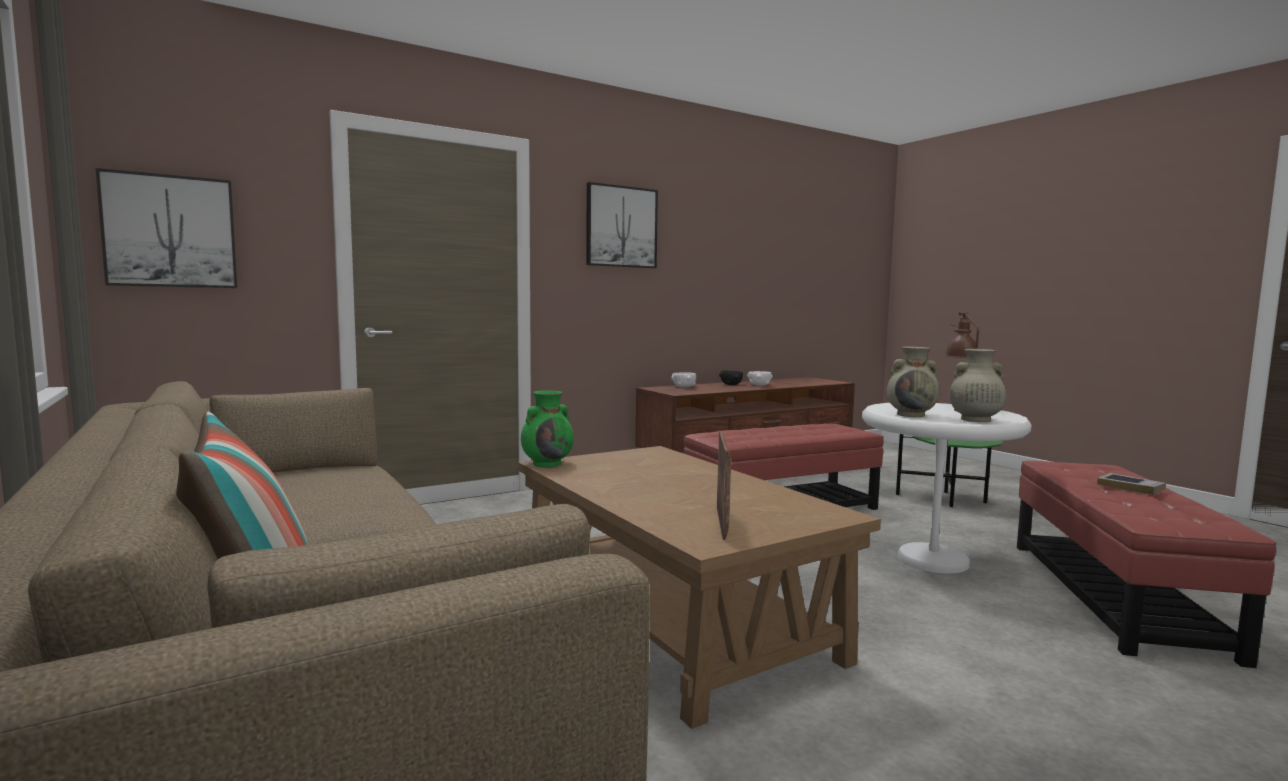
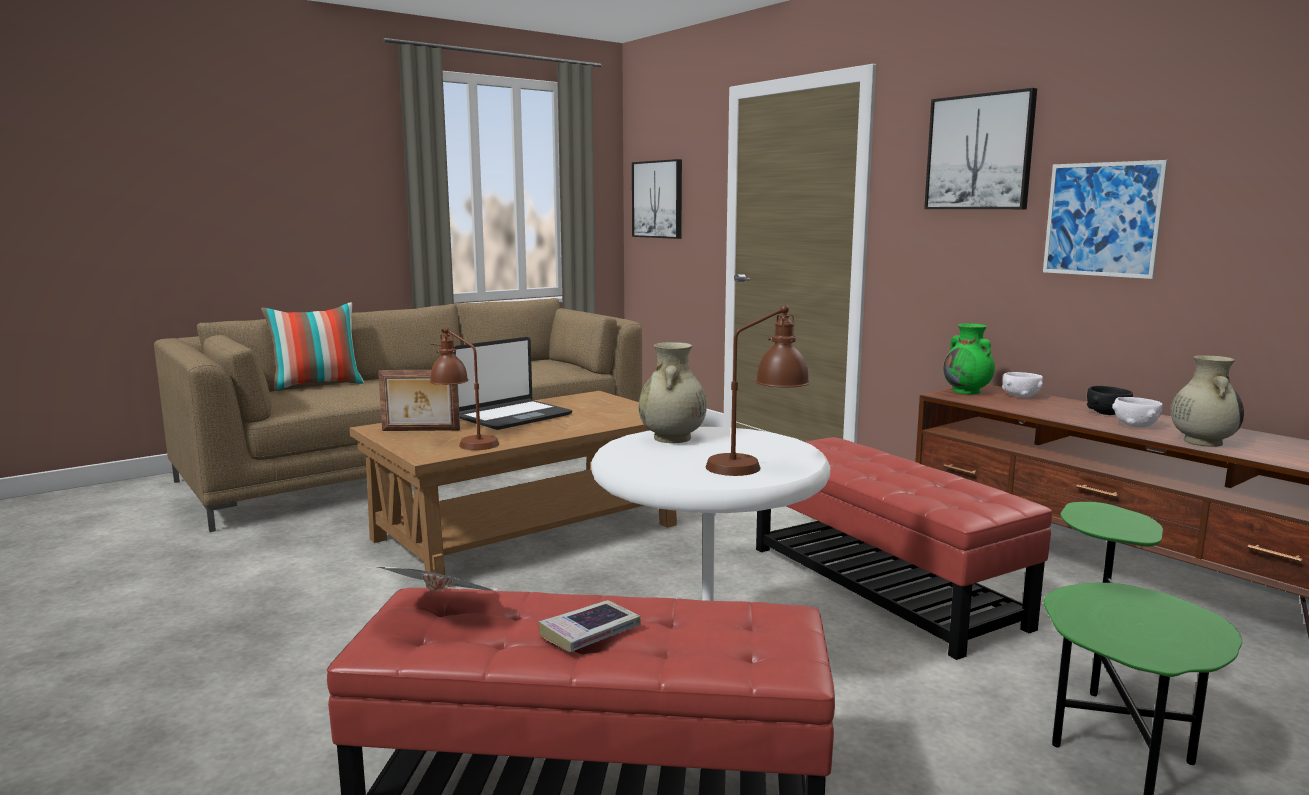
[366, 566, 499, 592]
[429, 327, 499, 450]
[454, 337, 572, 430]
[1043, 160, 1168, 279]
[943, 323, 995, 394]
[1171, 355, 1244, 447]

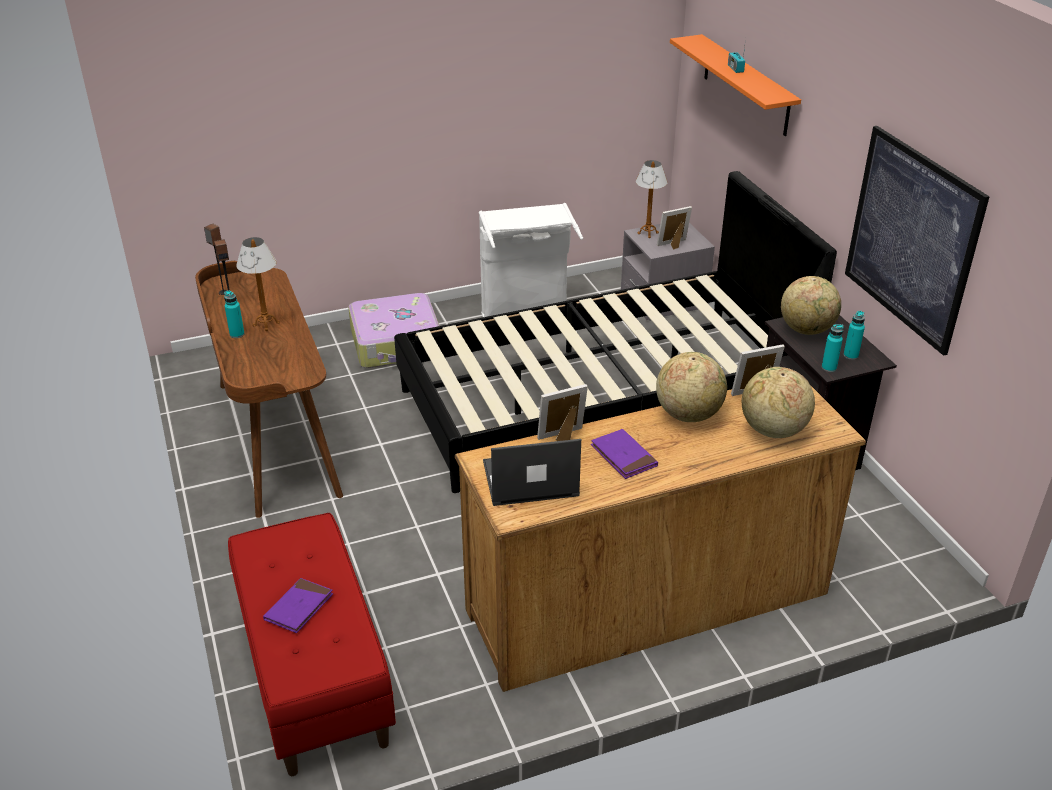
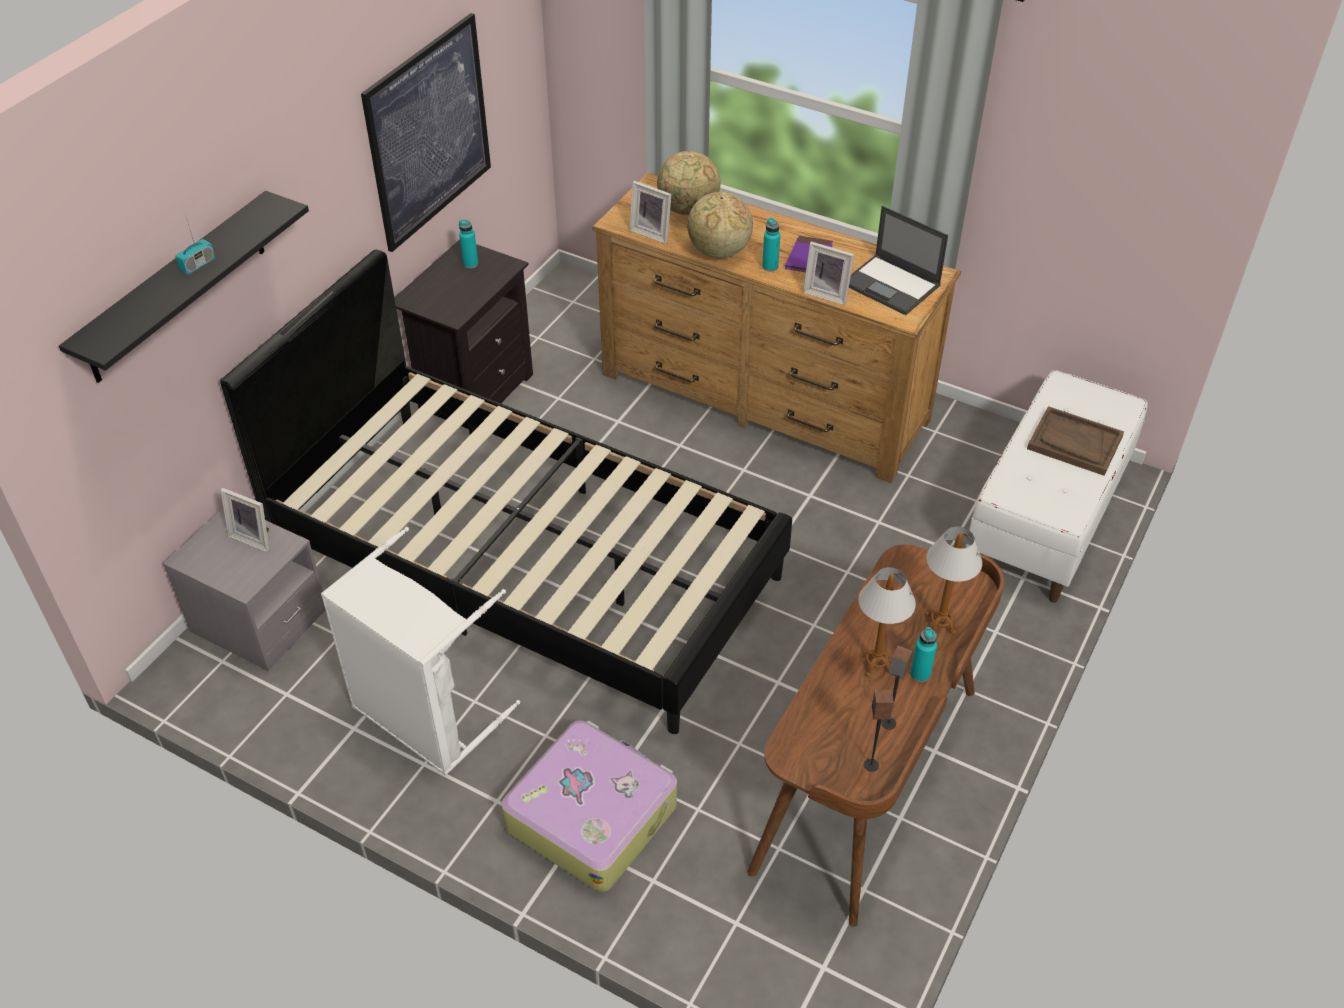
[781, 276, 841, 335] (first image)
[925, 527, 982, 635]
[762, 218, 780, 271]
[1027, 406, 1124, 476]
[966, 370, 1148, 603]
[59, 191, 309, 383]

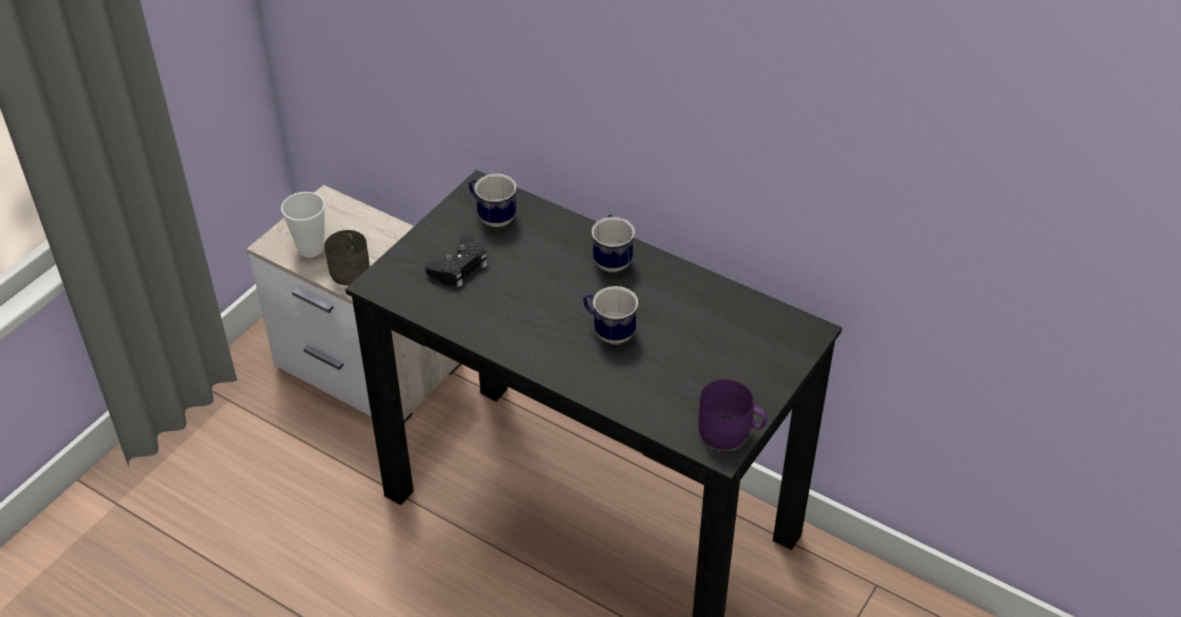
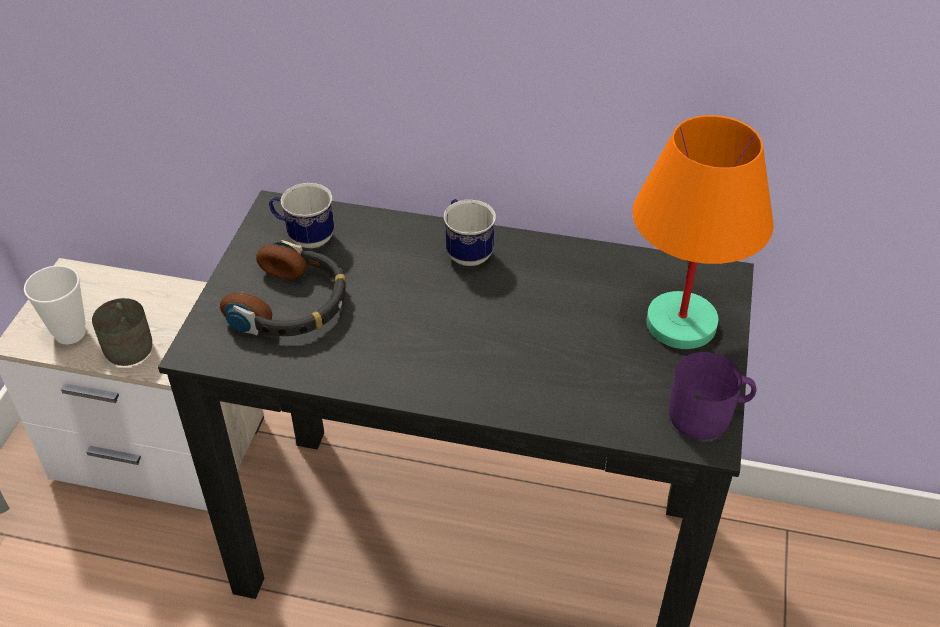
[583, 286, 638, 344] (first image)
[632, 115, 773, 349]
[220, 240, 347, 336]

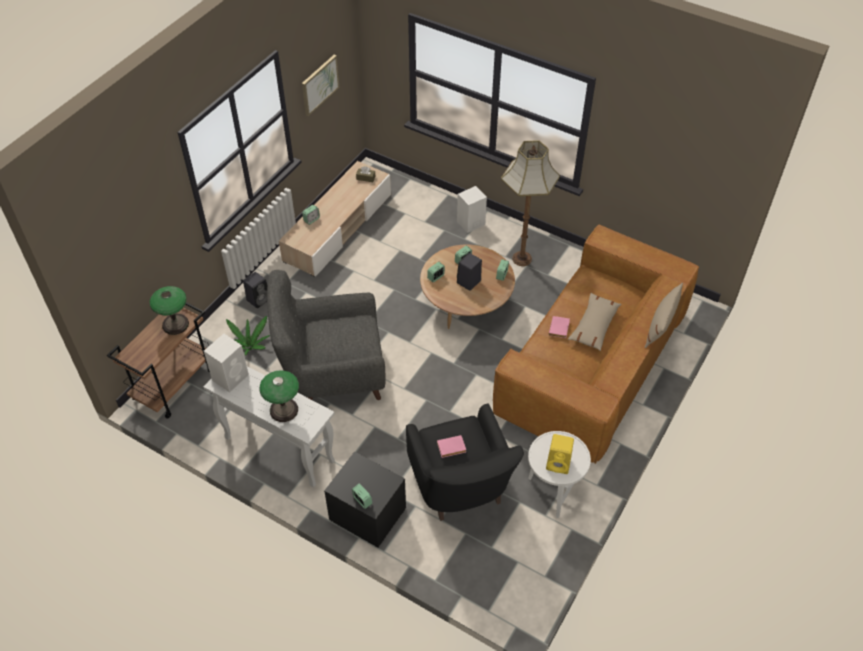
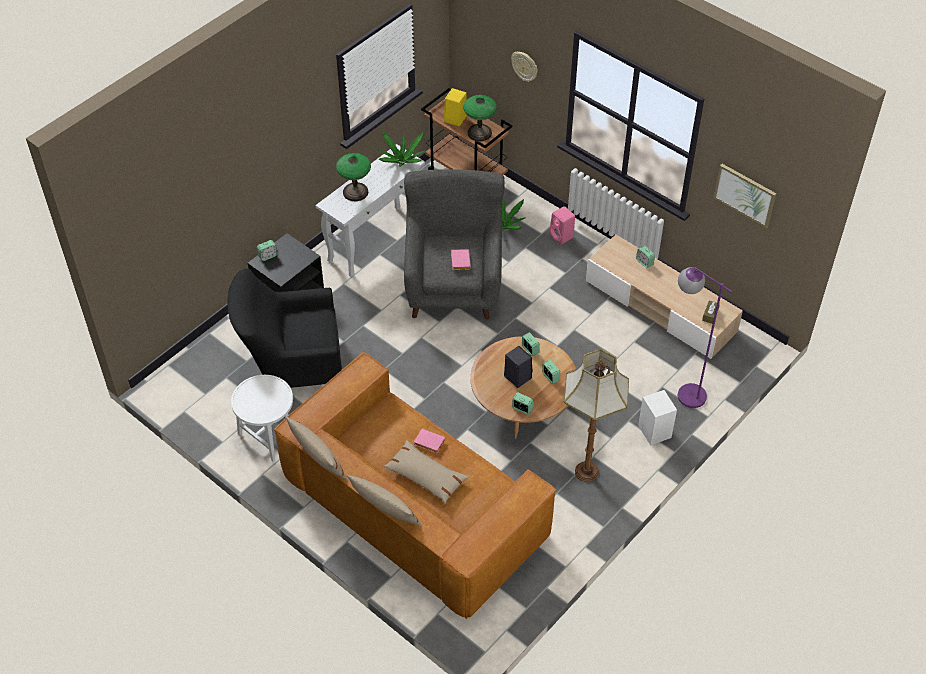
[286, 417, 348, 480]
[511, 51, 538, 82]
[678, 267, 732, 408]
[451, 249, 471, 270]
[444, 88, 467, 126]
[378, 131, 425, 167]
[549, 206, 575, 245]

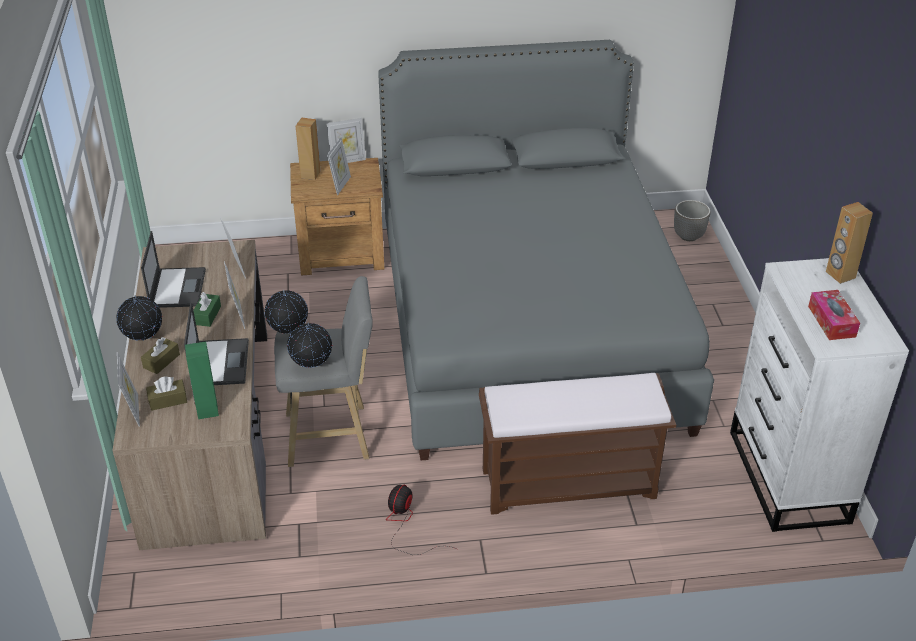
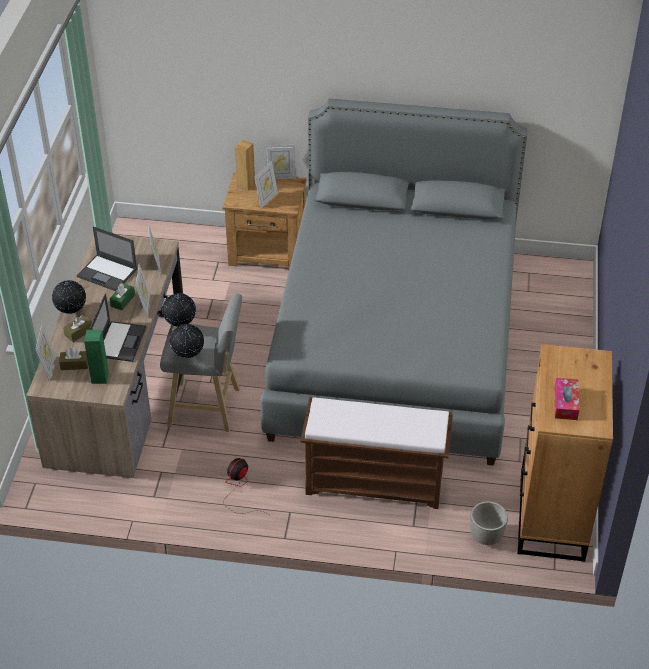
[826, 202, 873, 284] (first image)
[470, 501, 508, 545]
[517, 344, 613, 562]
[77, 226, 137, 291]

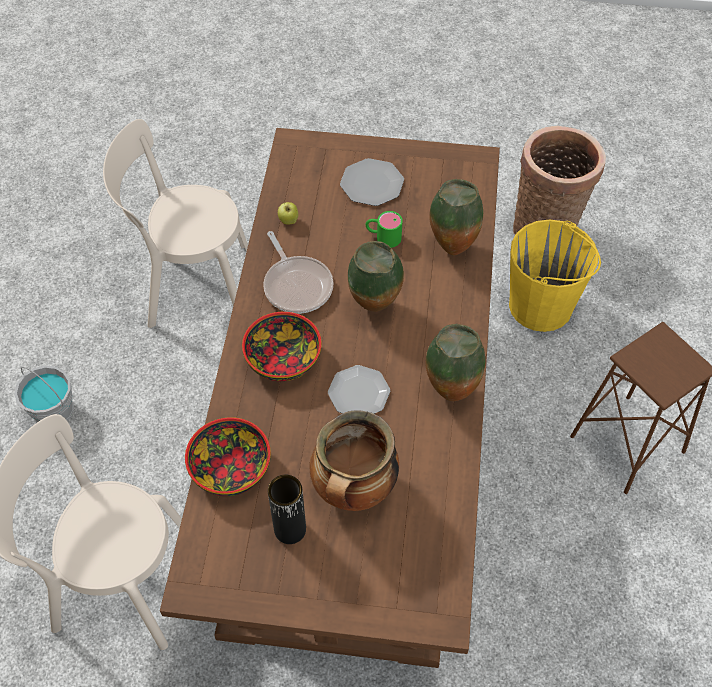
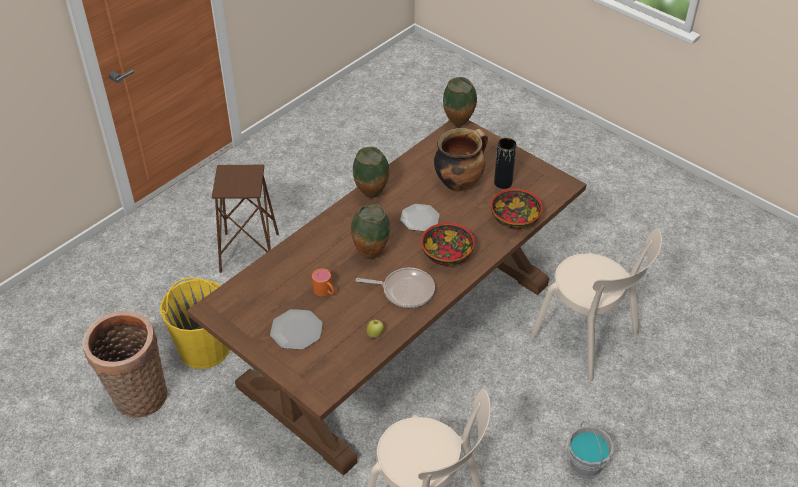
[443, 77, 477, 127]
[312, 268, 334, 296]
[356, 268, 435, 308]

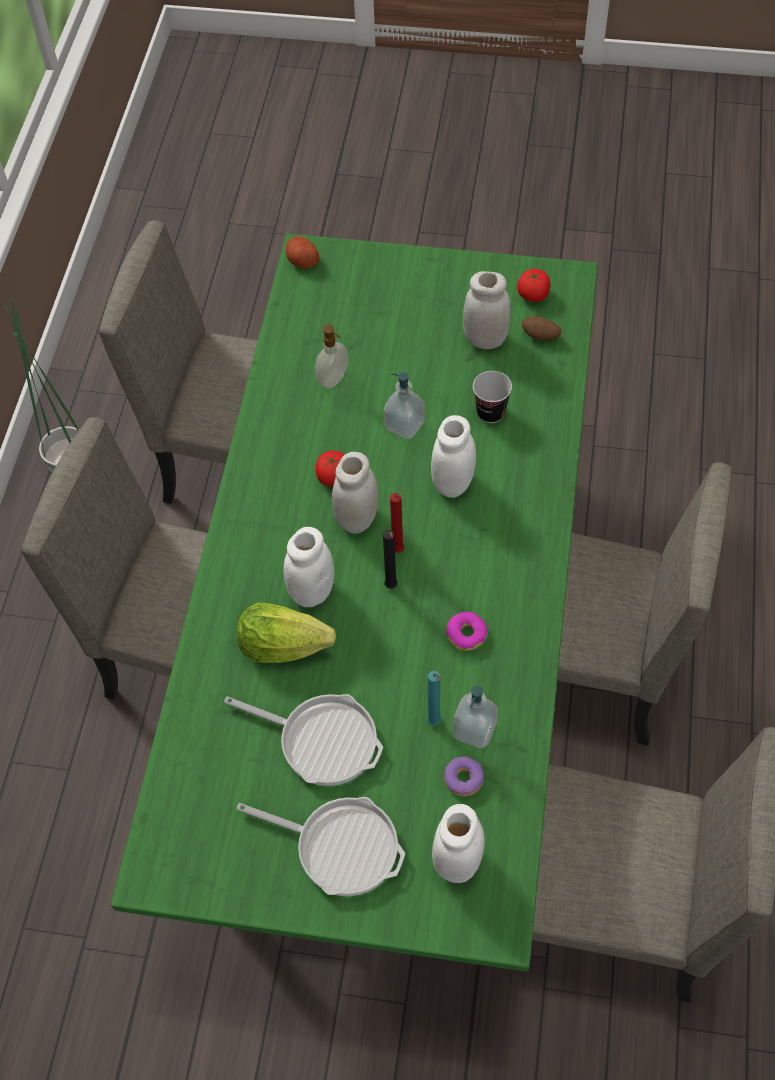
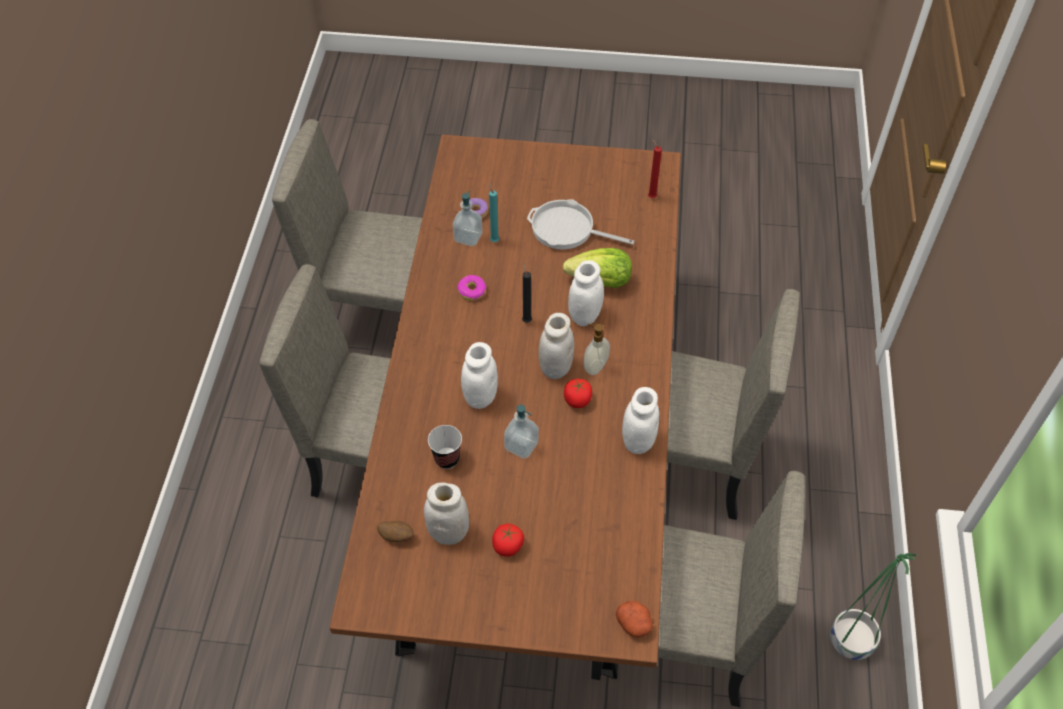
[236, 797, 405, 896] (first image)
[584, 323, 610, 375]
[648, 139, 662, 198]
[622, 387, 660, 454]
[492, 523, 524, 557]
[329, 135, 681, 679]

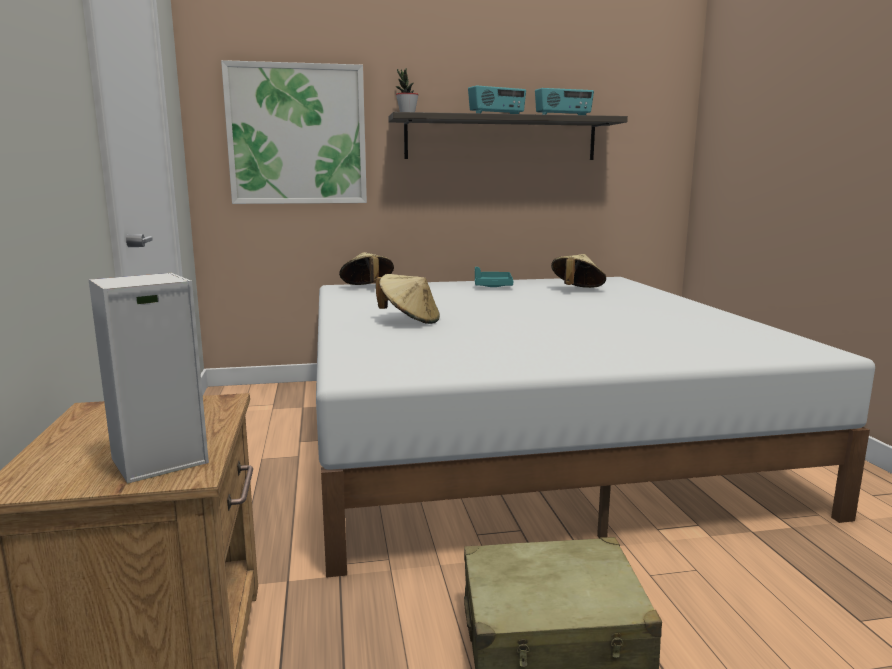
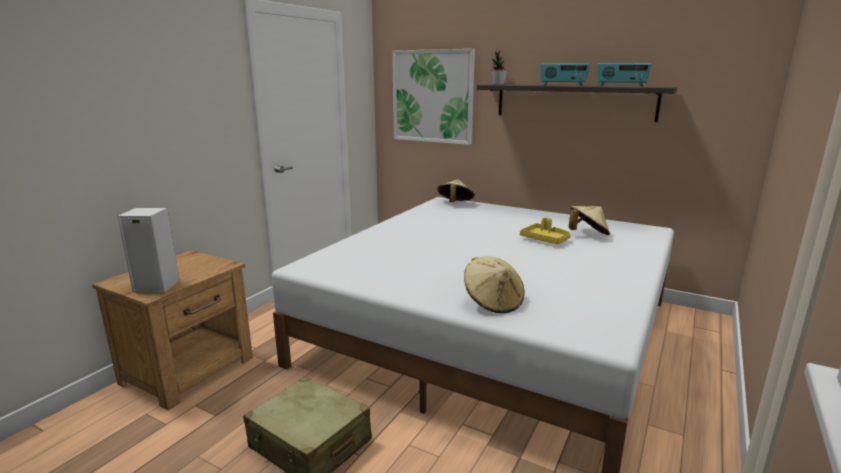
[475, 267, 513, 287] (first image)
[520, 218, 571, 244]
[464, 256, 525, 313]

